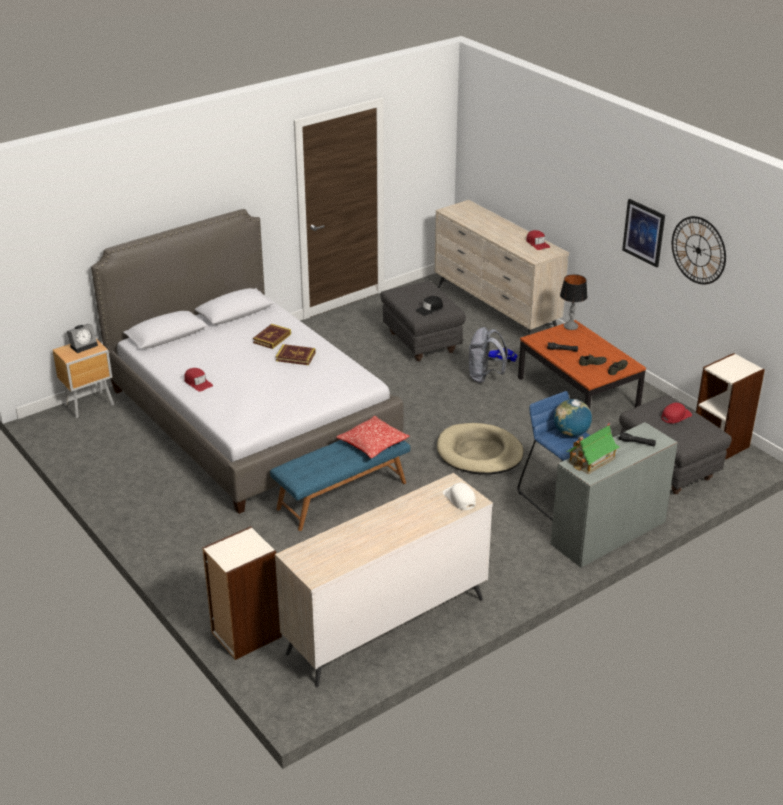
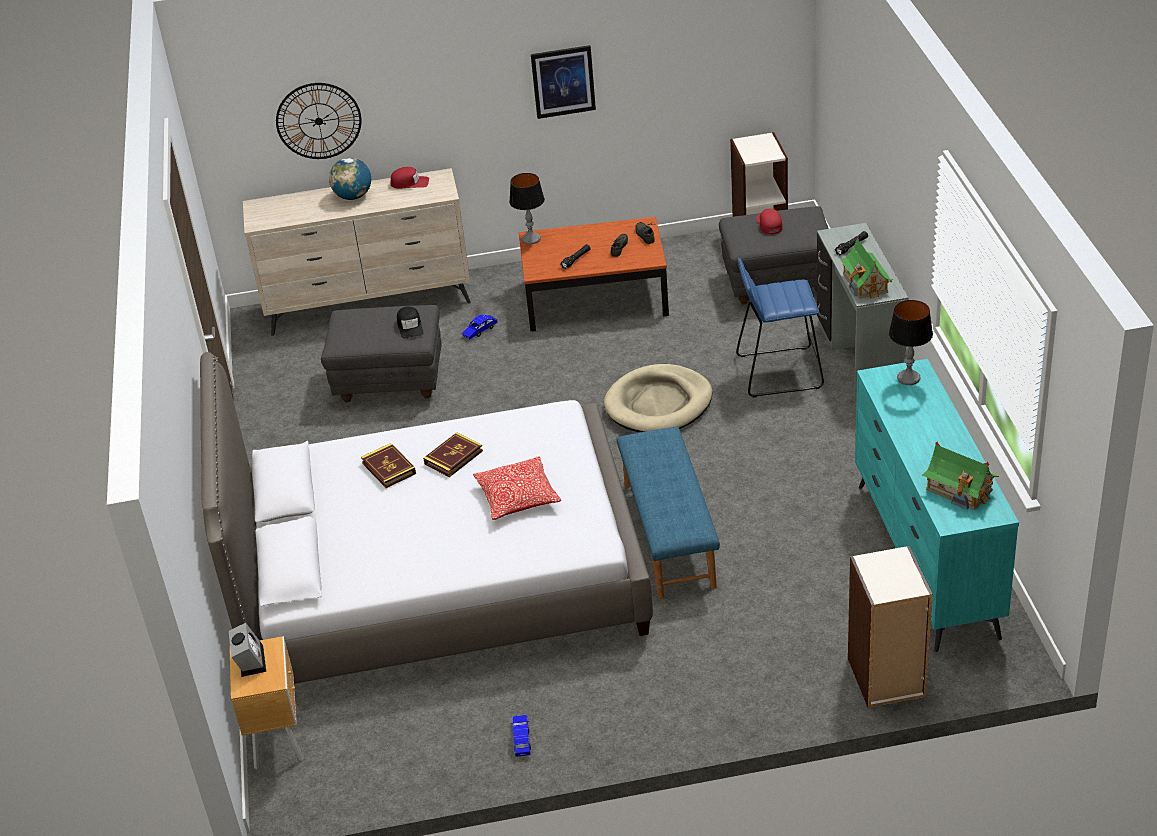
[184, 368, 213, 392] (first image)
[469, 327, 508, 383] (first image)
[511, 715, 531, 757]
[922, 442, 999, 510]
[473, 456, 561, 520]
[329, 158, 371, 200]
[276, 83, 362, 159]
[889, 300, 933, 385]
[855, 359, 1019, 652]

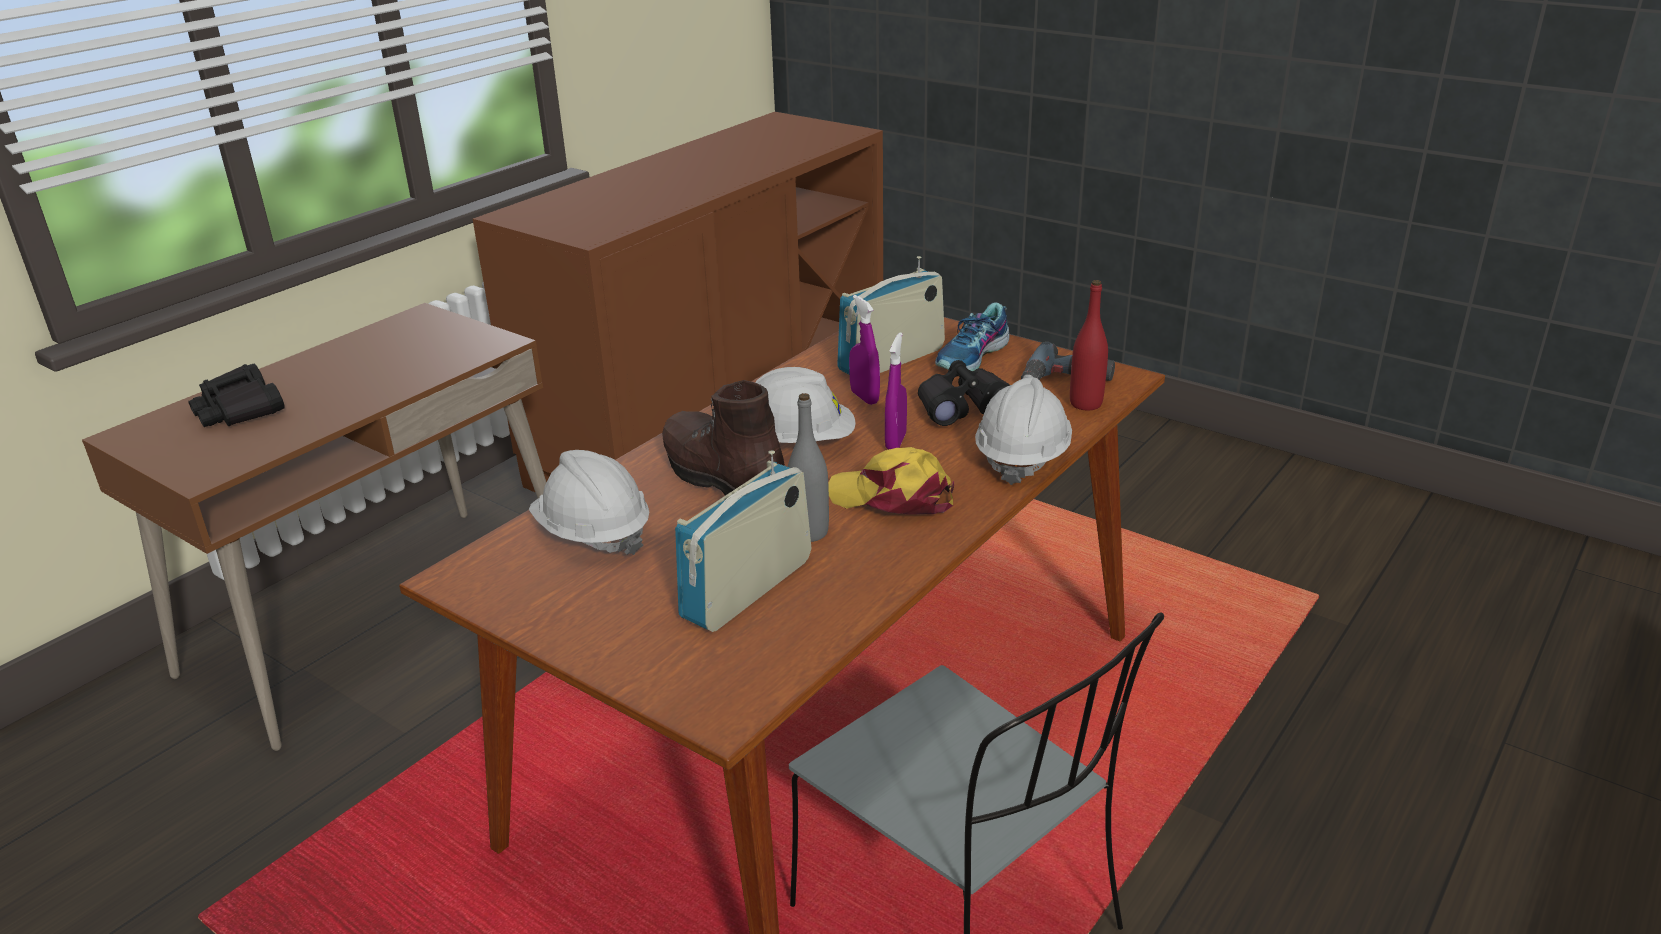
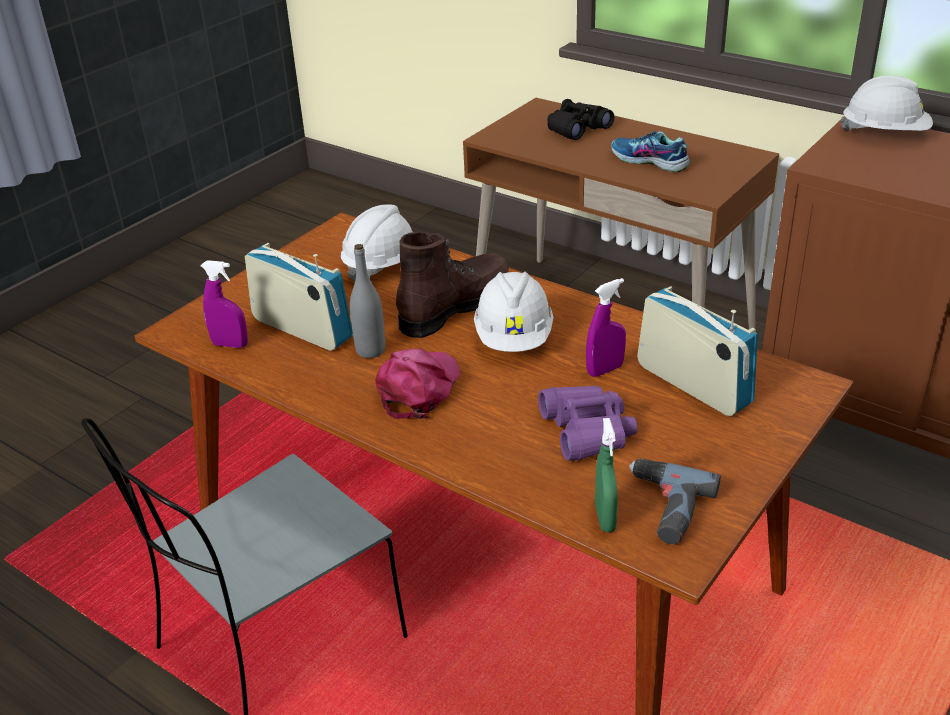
[201, 260, 248, 348]
[611, 131, 690, 172]
[841, 75, 933, 131]
[595, 418, 618, 532]
[375, 349, 461, 419]
[538, 385, 637, 461]

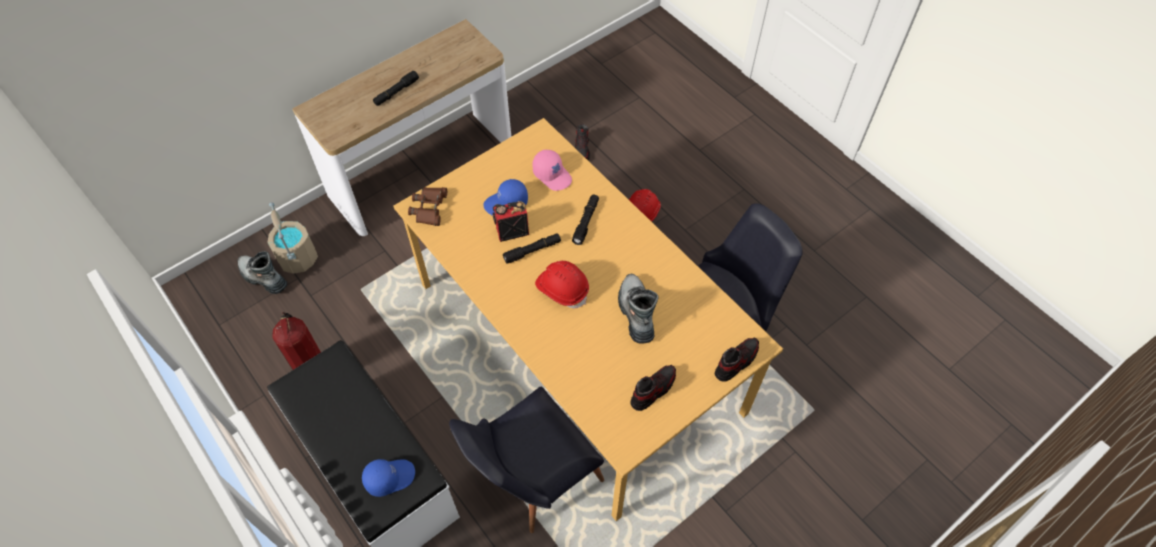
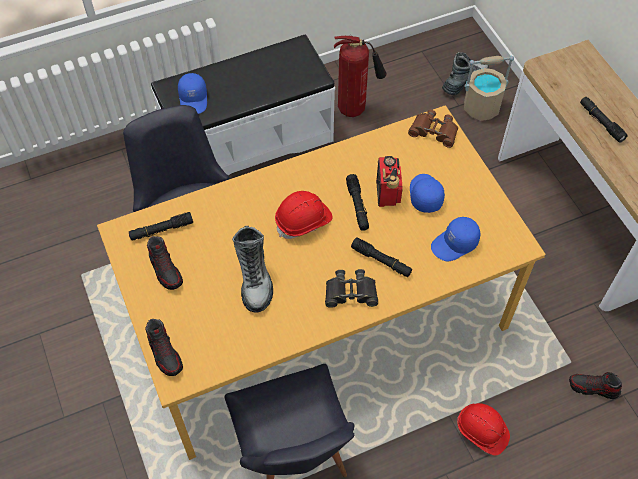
[129, 212, 193, 240]
[325, 269, 378, 308]
[431, 217, 480, 261]
[232, 226, 273, 312]

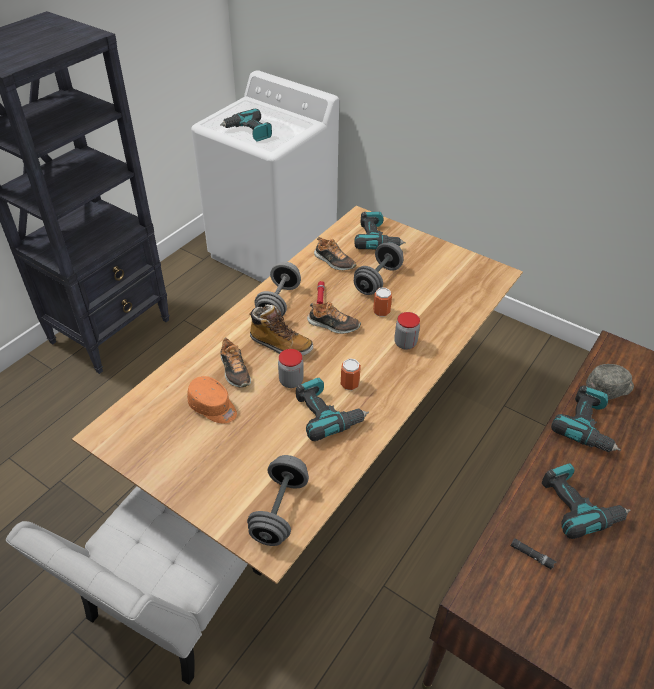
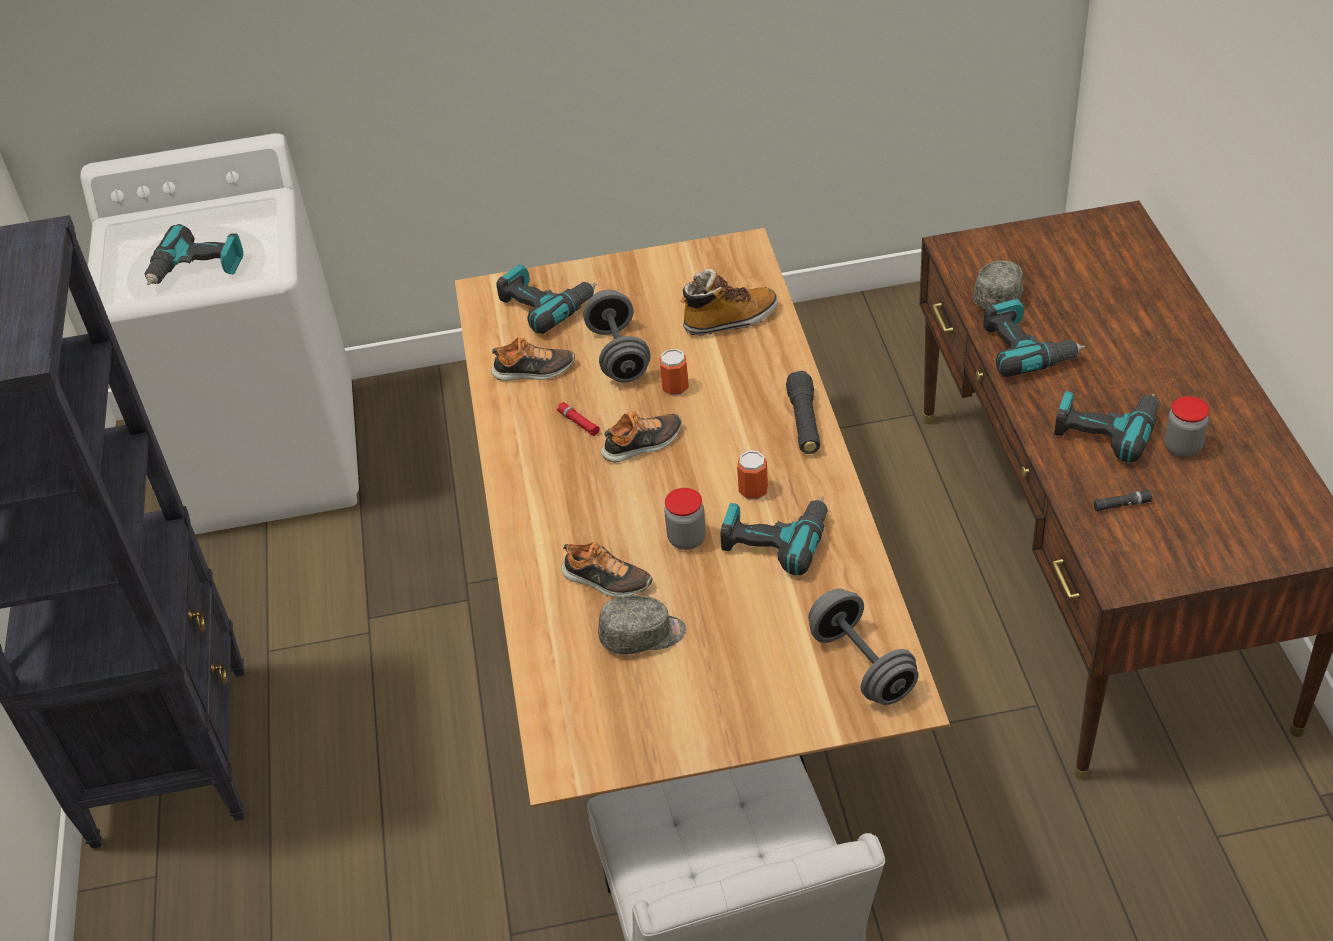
[255, 262, 301, 318] (first image)
[786, 371, 820, 454]
[680, 268, 777, 336]
[1164, 396, 1209, 457]
[598, 595, 686, 655]

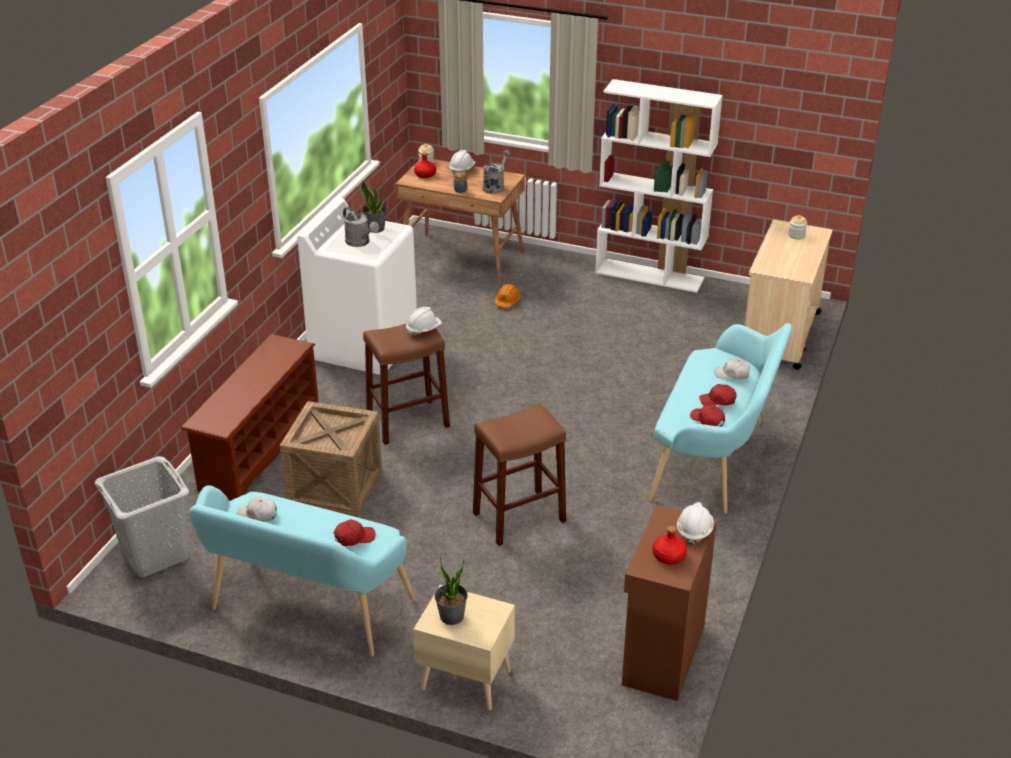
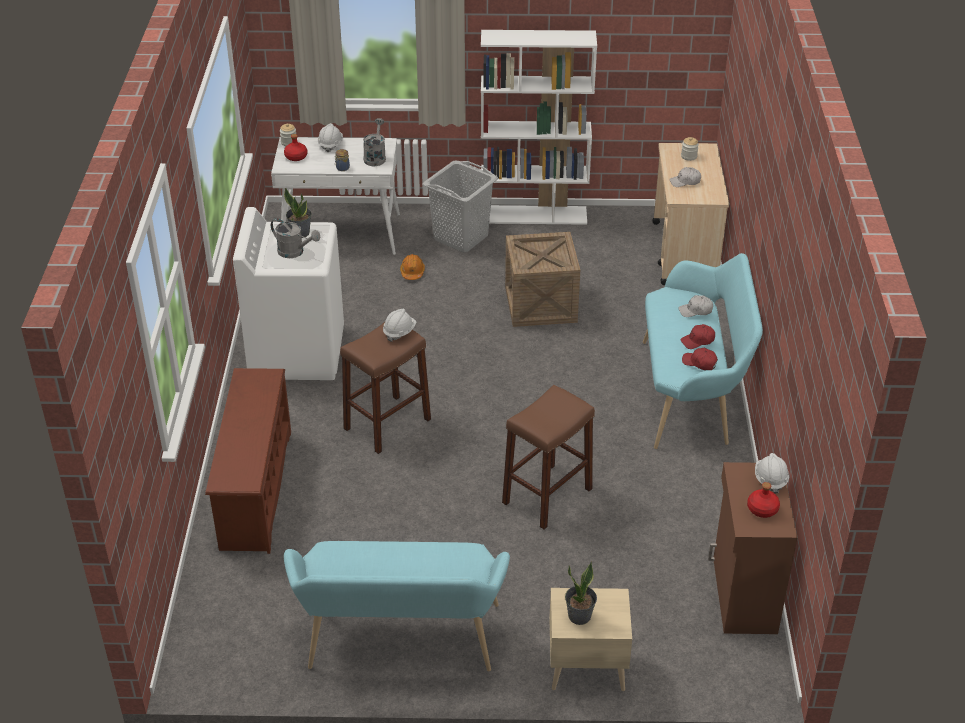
[334, 519, 376, 546] (first image)
[423, 161, 498, 253]
[669, 167, 701, 187]
[505, 232, 580, 327]
[271, 137, 400, 255]

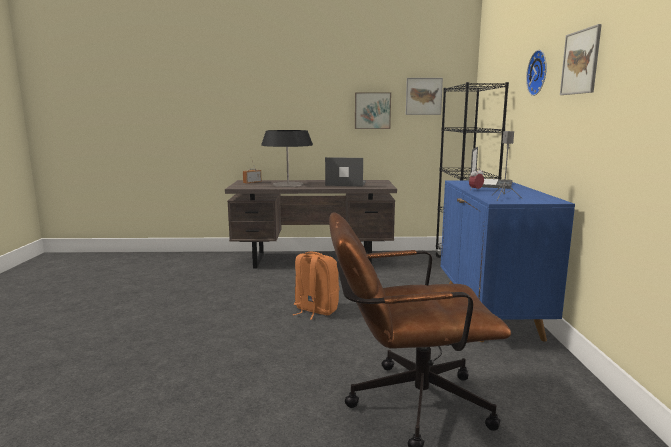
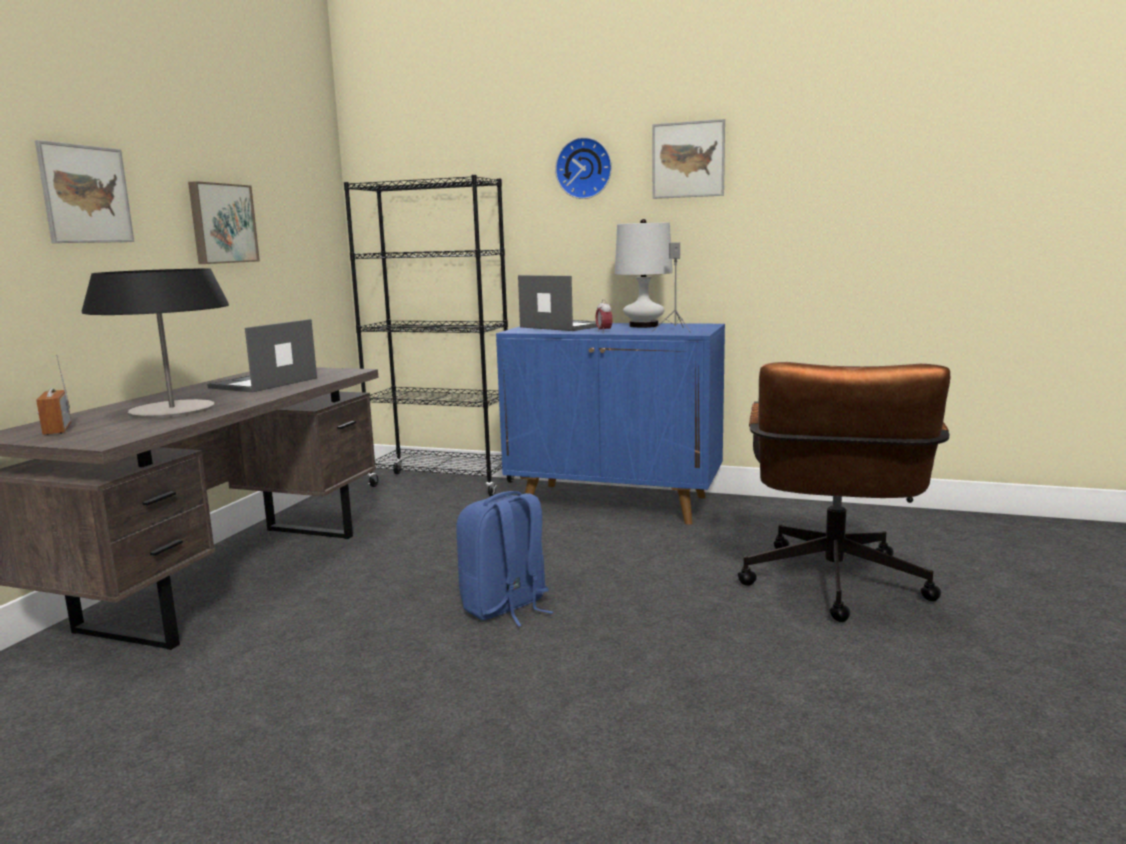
[615, 219, 673, 328]
[35, 140, 134, 243]
[456, 491, 553, 627]

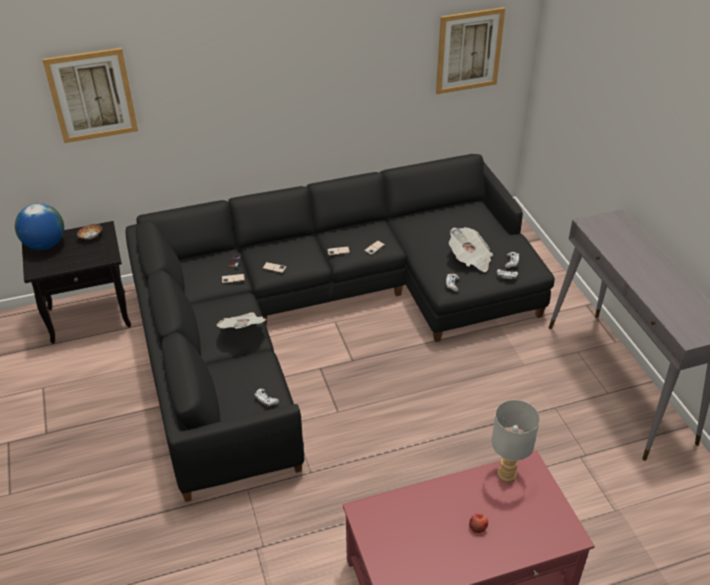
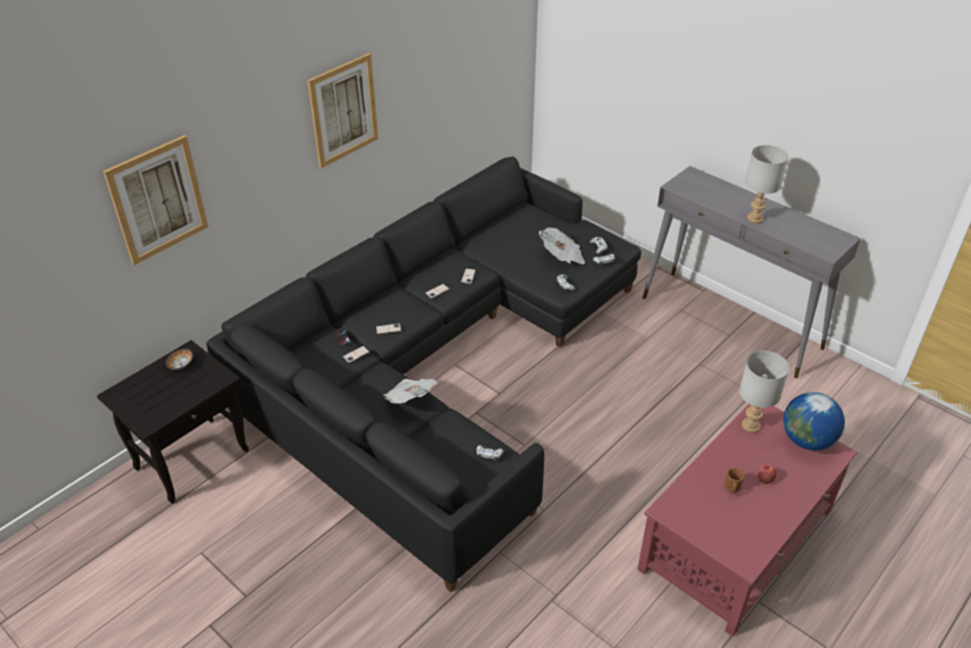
[725, 468, 745, 494]
[745, 145, 789, 224]
[783, 392, 845, 450]
[307, 53, 378, 168]

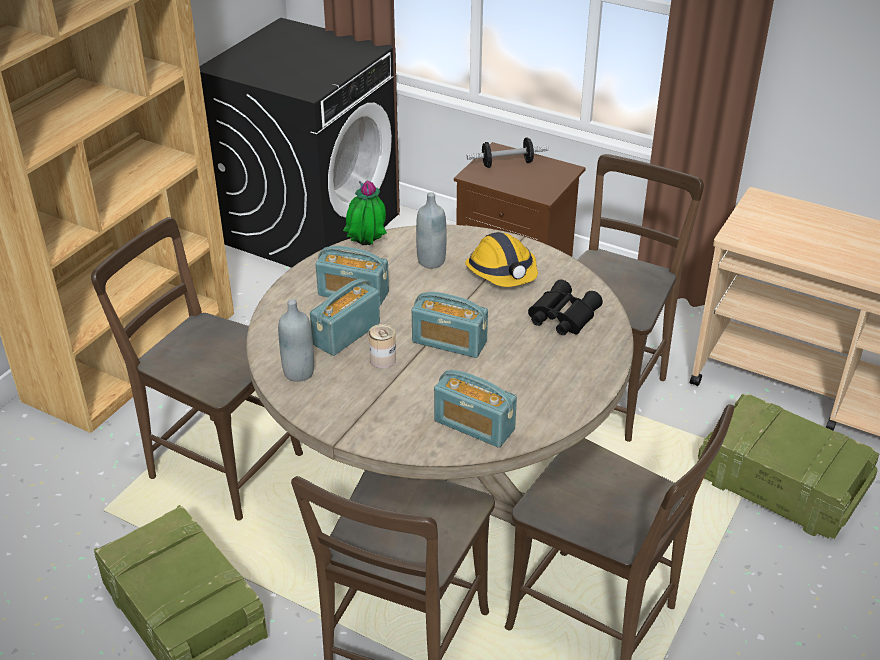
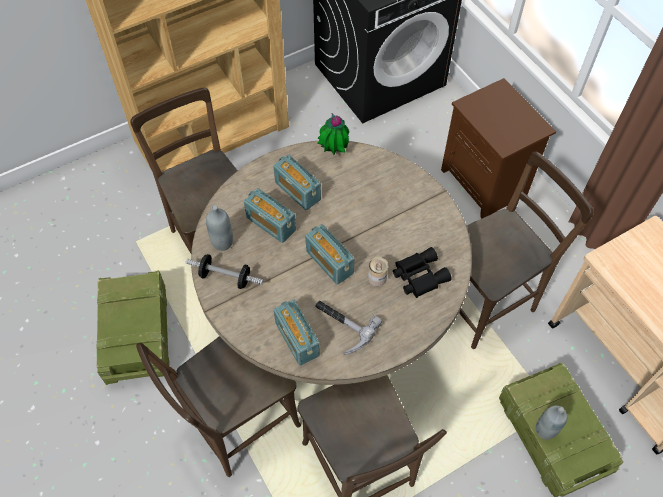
[465, 232, 538, 287] (first image)
[316, 301, 382, 355]
[368, 257, 388, 286]
[536, 405, 567, 440]
[186, 254, 263, 289]
[244, 188, 296, 243]

